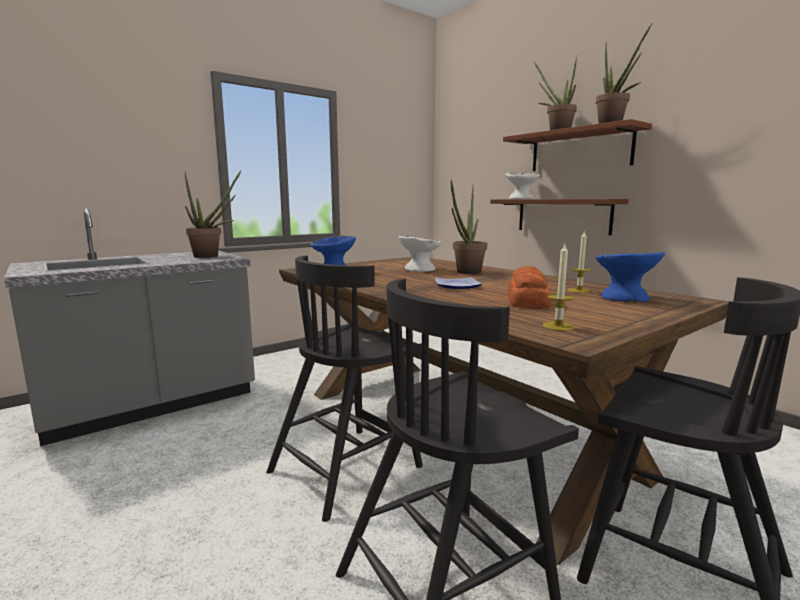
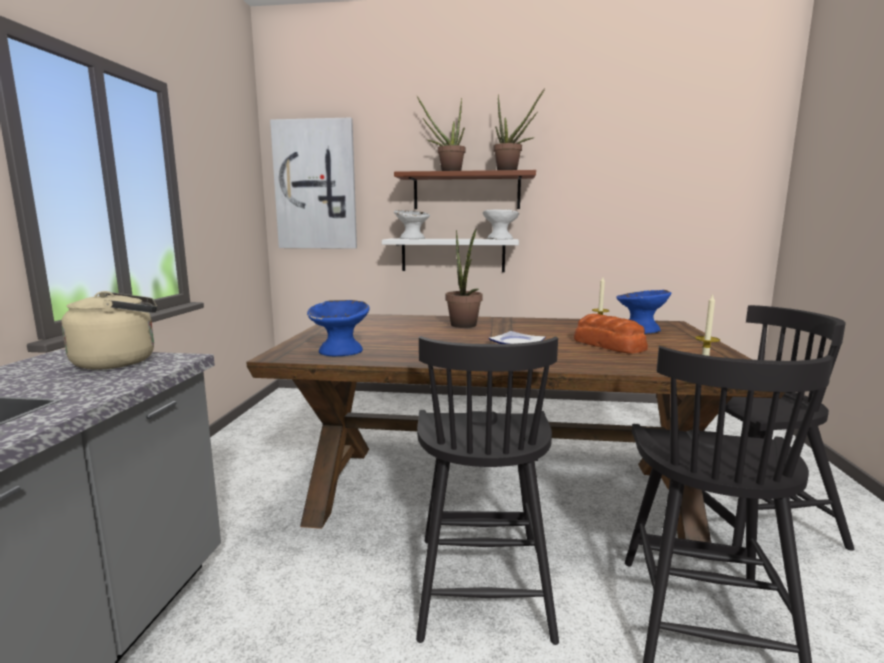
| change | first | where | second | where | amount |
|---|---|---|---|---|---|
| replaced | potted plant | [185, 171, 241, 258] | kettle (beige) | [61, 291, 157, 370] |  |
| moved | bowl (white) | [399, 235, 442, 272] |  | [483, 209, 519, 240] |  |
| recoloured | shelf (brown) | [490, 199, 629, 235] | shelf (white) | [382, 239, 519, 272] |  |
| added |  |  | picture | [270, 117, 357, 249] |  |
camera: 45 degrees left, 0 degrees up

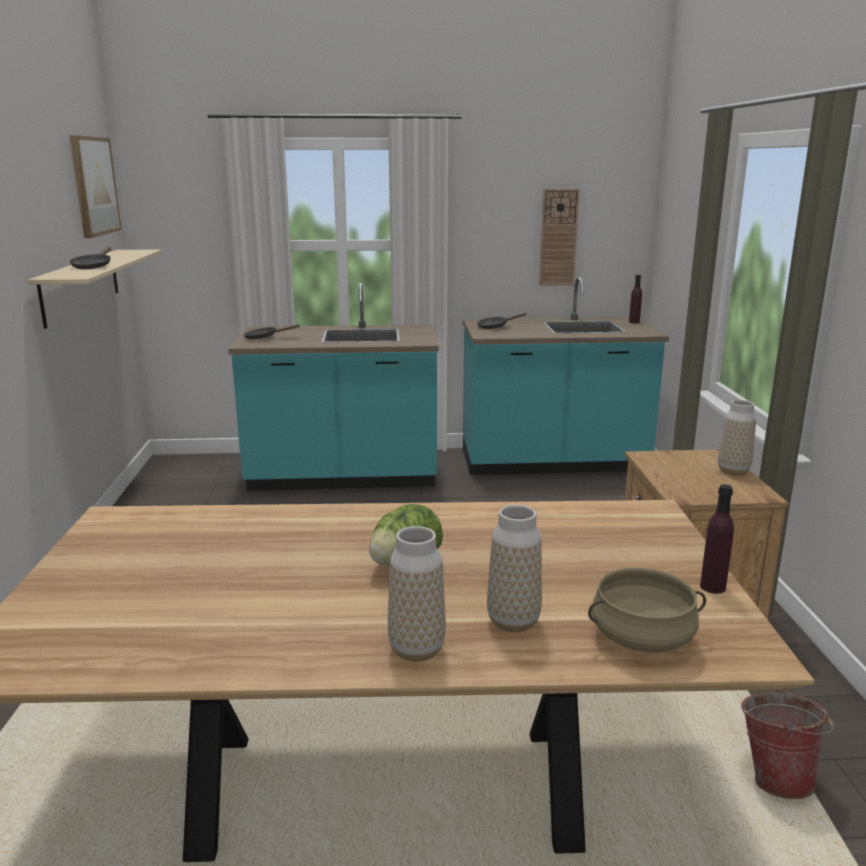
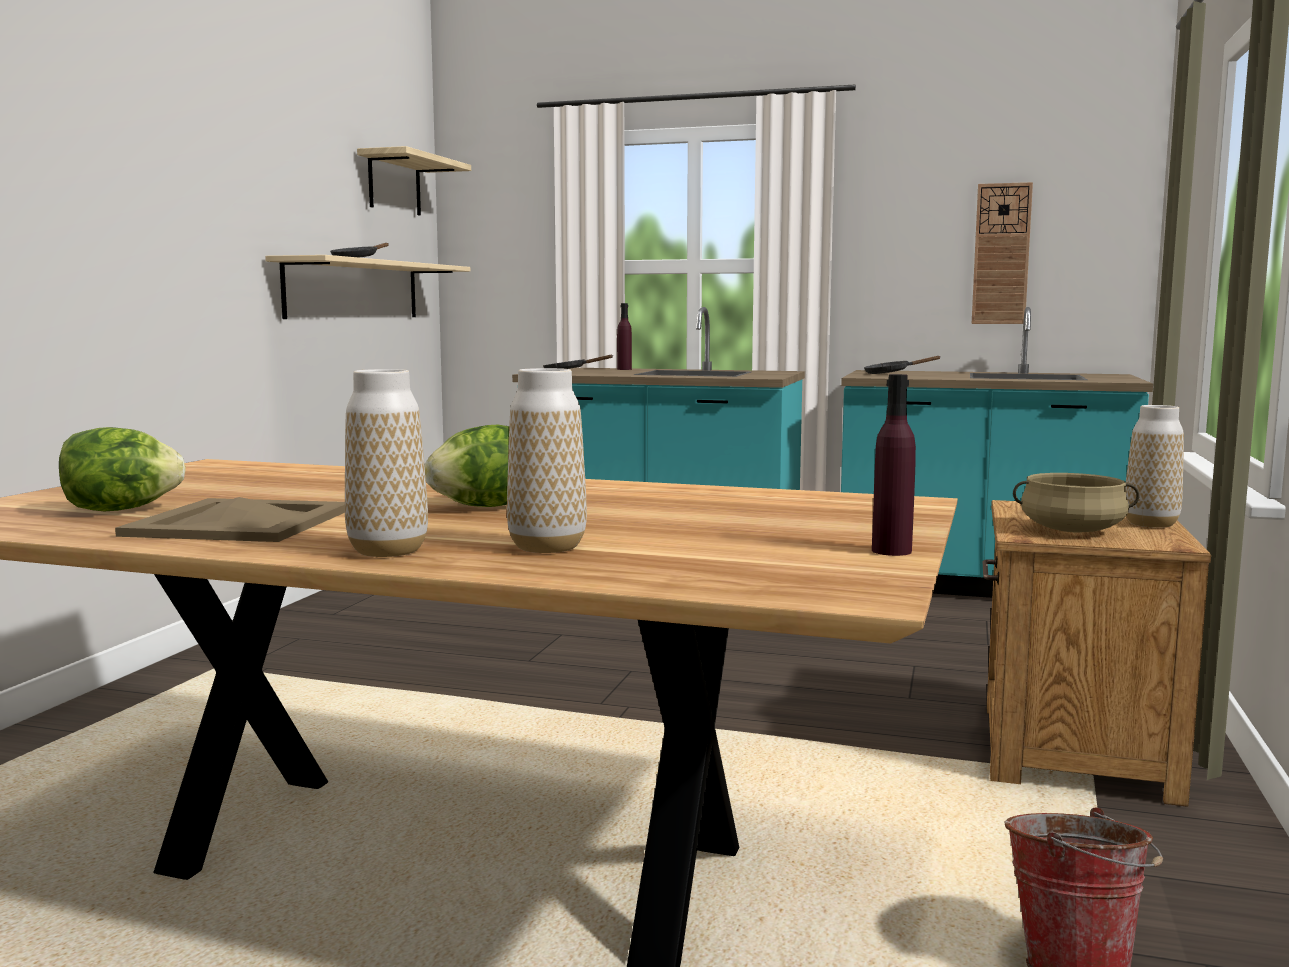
| change | first | where | second | where | amount |
|---|---|---|---|---|---|
| replaced | picture | [70, 135, 121, 238] | shelf | [357, 146, 471, 216] |  |
| moved | cooking pot (beige) | [588, 568, 706, 652] |  | [1013, 473, 1140, 533] |  |
| moved | bottle (purple) | [629, 275, 642, 323] |  | [617, 303, 632, 370] |  |
| added |  |  | lettuce | [59, 427, 186, 511] |  |
| added |  |  | tray (beige) | [115, 497, 345, 542] |  |
camera: 20 degrees right, 10 degrees down

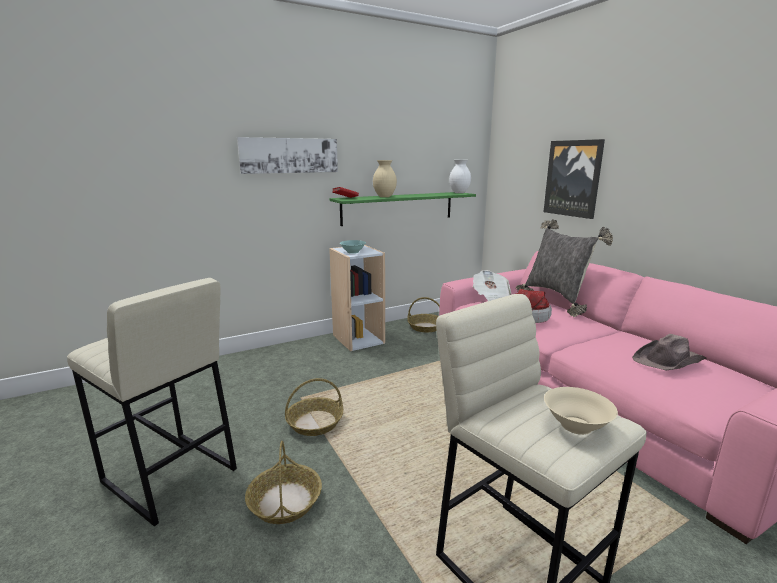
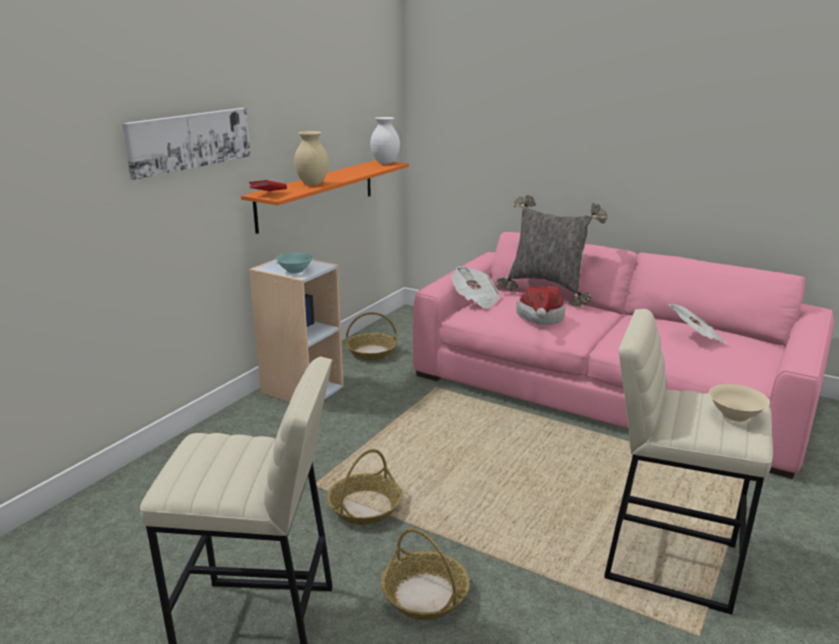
| change | first | where | second | where | amount |
|---|---|---|---|---|---|
| recoloured | shelf (green) | [330, 192, 476, 226] | shelf (orange) | [241, 160, 409, 234] |  |
| removed | picture | [543, 139, 605, 219] |  |  |  |
| replaced | hat (brown) | [632, 334, 707, 370] | newspaper | [668, 304, 727, 344] |  |
camera: 30 degrees left, 5 degrees up

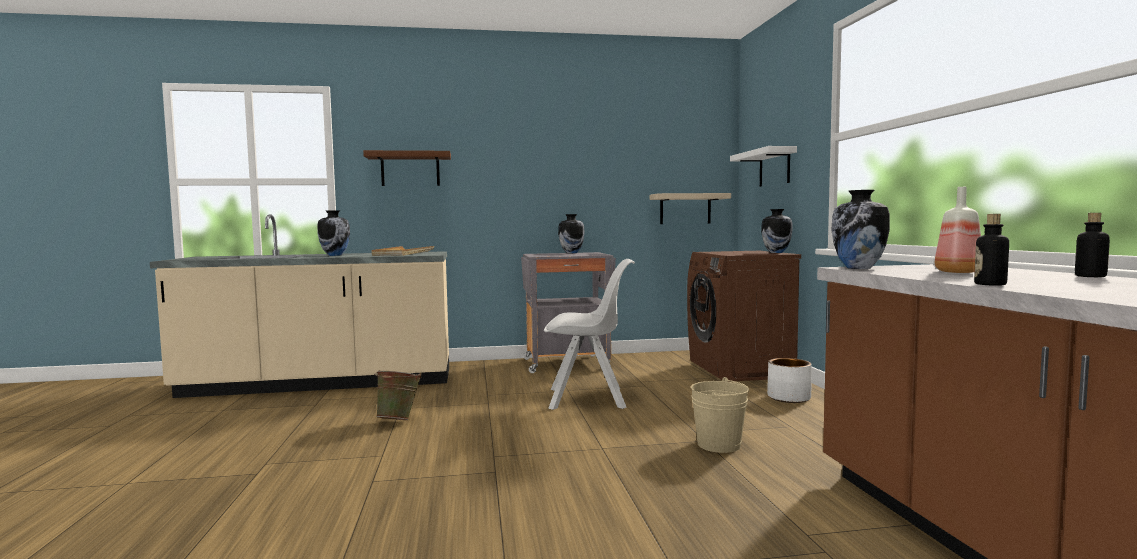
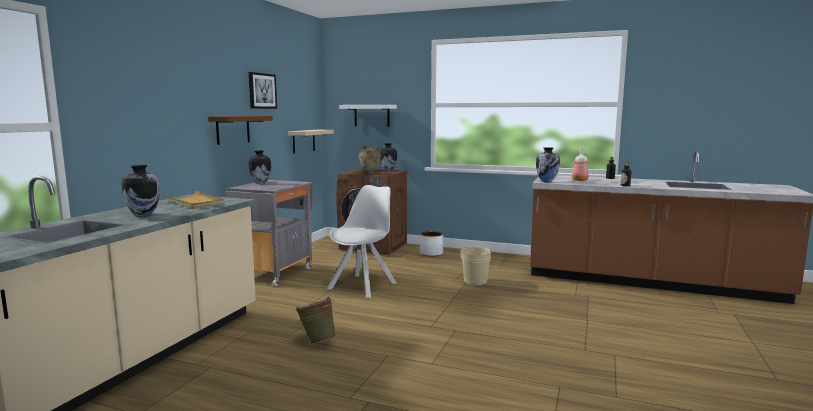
| change | first | where | second | where | amount |
|---|---|---|---|---|---|
| moved | shelf (brown) | [363, 150, 451, 186] |  | [208, 116, 273, 145] |  |
| added |  |  | picture | [249, 72, 277, 109] |  |
| added |  |  | vase (beige) | [359, 145, 381, 174] |  |
camera: 60 degrees left, 5 degrees up

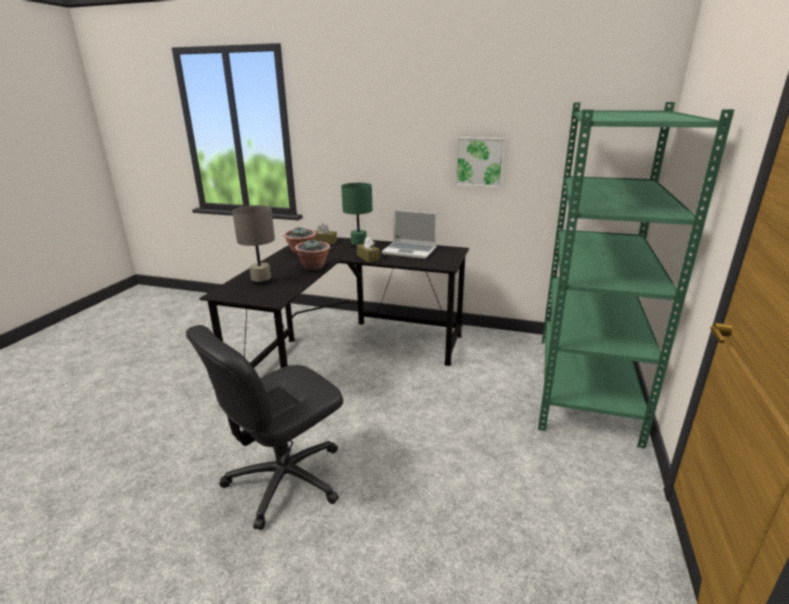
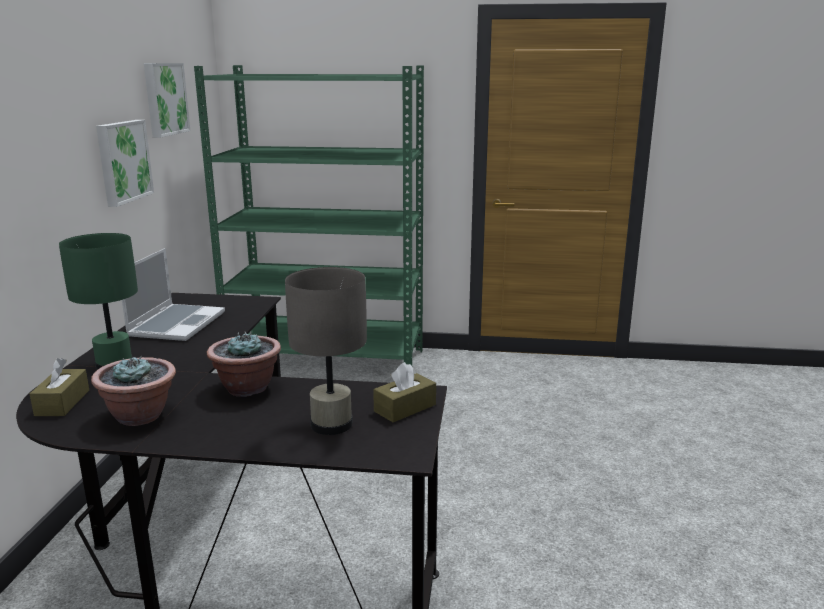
| change | first | where | second | where | amount |
|---|---|---|---|---|---|
| removed | office chair (black) | [186, 325, 343, 530] |  |  |  |
| moved | tissue box (brown) | [357, 237, 380, 262] |  | [373, 362, 436, 422] |  |
| added |  |  | picture | [144, 63, 191, 137] |  |
camera: 100 degrees left, 5 degrees down

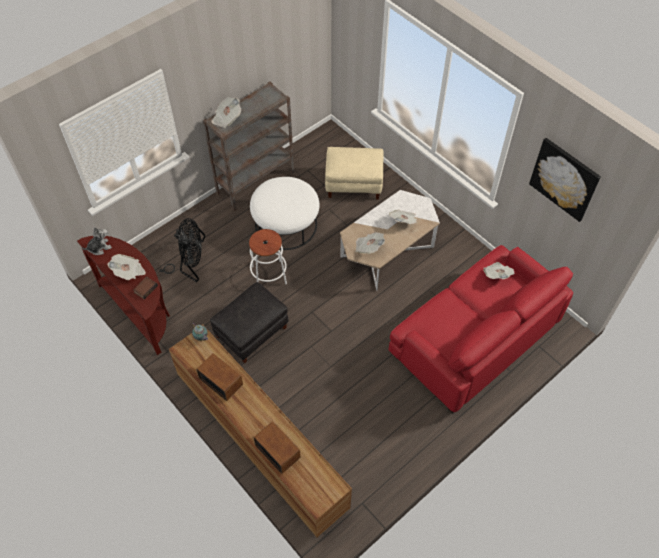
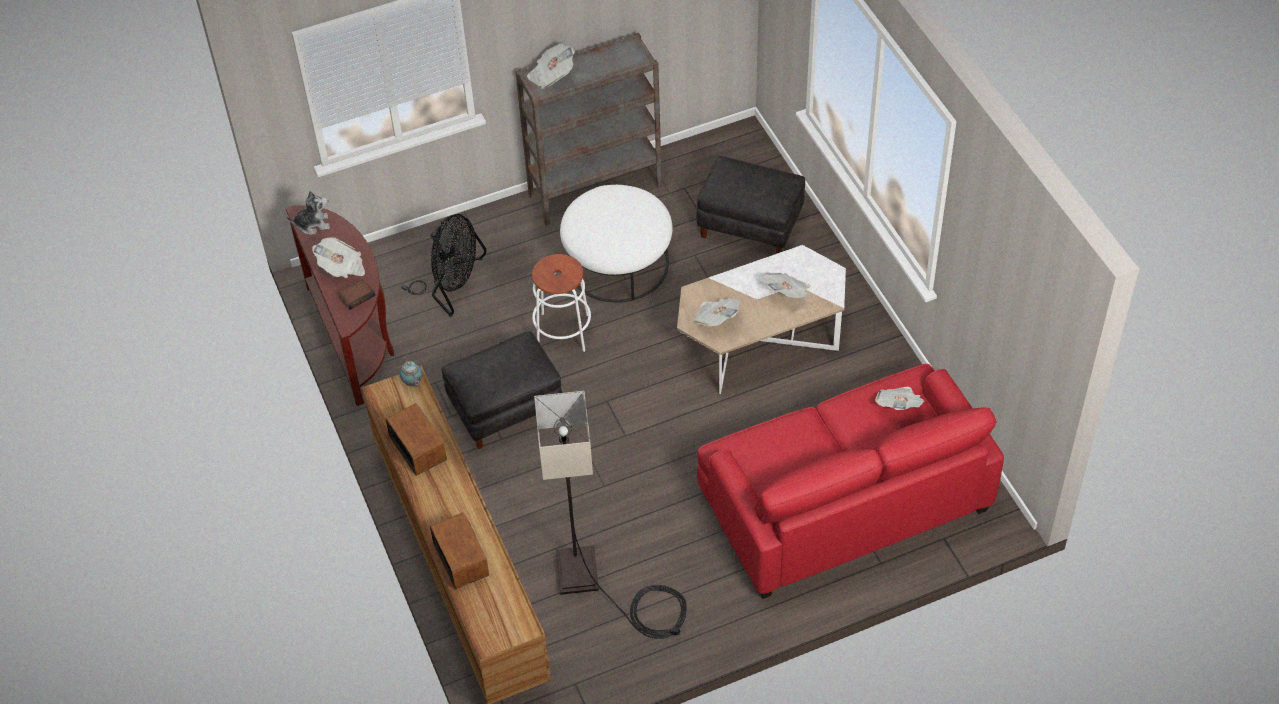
| change | first | where | second | where | amount |
|---|---|---|---|---|---|
| recoloured | ottoman (beige) | [325, 147, 384, 200] | ottoman (black) | [697, 156, 805, 254] |  |
| removed | picture | [529, 138, 601, 222] |  |  |  |
| added |  |  | floor lamp | [534, 391, 687, 639] |  |
camera: 20 degrees right, 5 degrees down

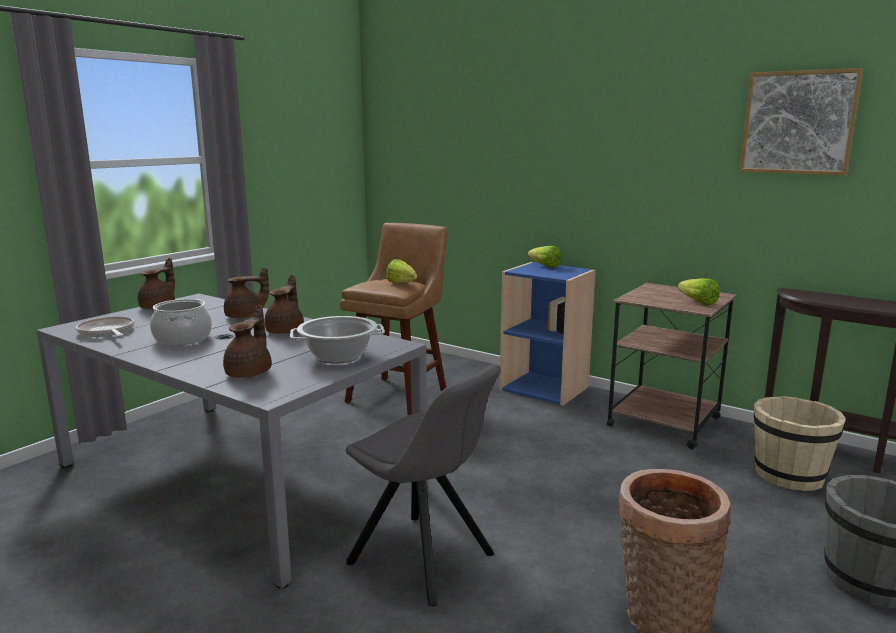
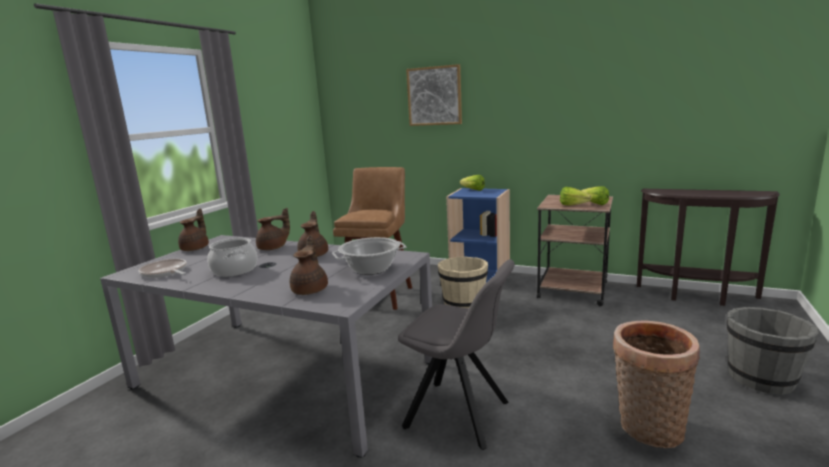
| change | first | where | second | where | amount |
|---|---|---|---|---|---|
| moved | lettuce | [386, 259, 417, 283] |  | [560, 187, 592, 205] |  |
| moved | picture | [739, 68, 863, 176] |  | [406, 64, 462, 126] |  |
| moved | bucket (beige) | [753, 396, 846, 491] |  | [438, 257, 488, 308] |  |
camera: 10 degrees left, 0 degrees up

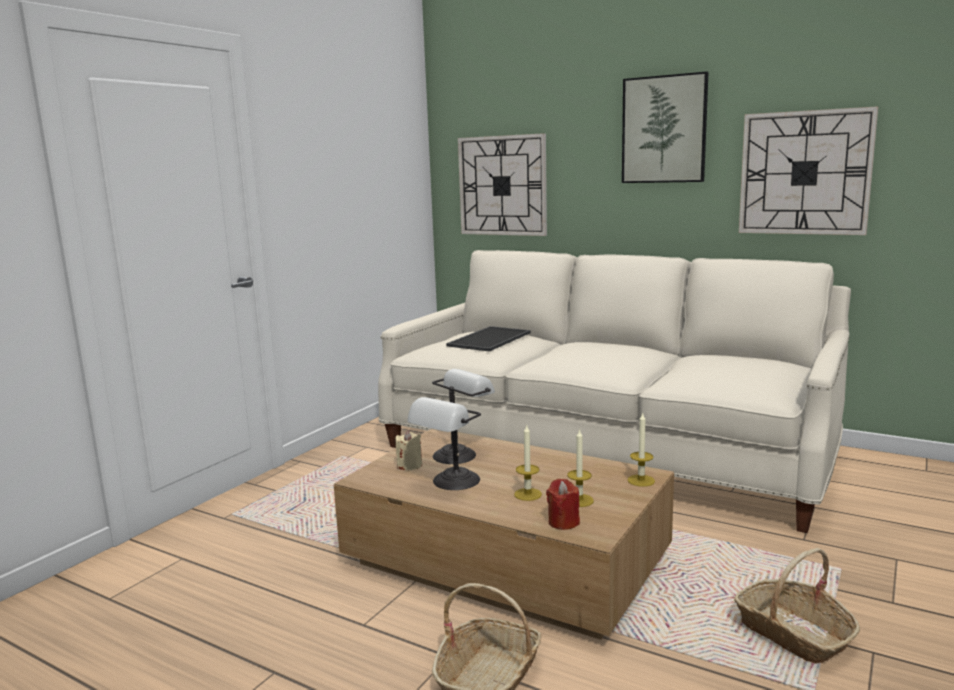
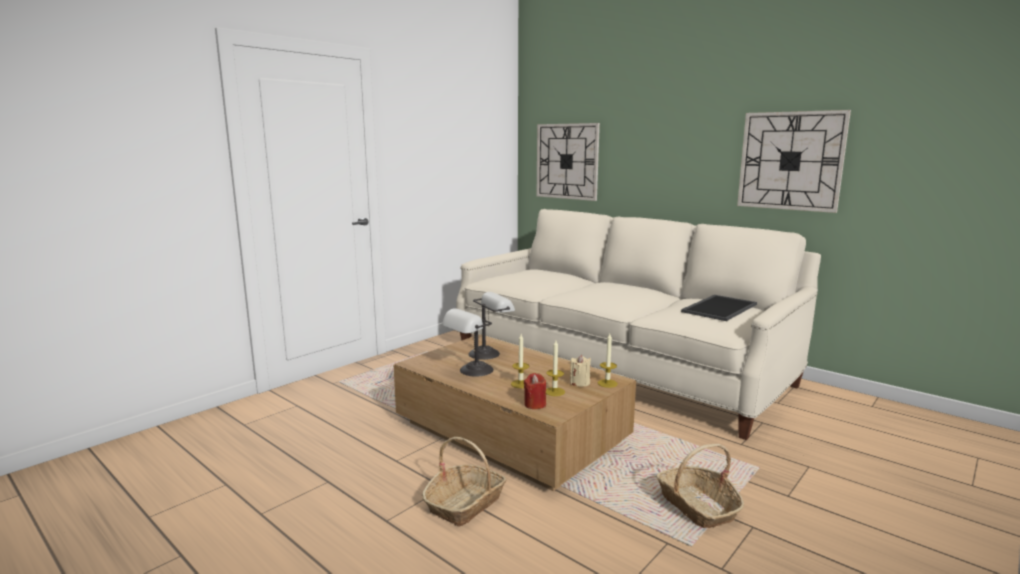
| change | first | where | second | where | amount |
|---|---|---|---|---|---|
| moved | candle (beige) | [396, 430, 422, 470] |  | [570, 355, 591, 387] |  |
| moved | tray | [446, 326, 531, 352] |  | [681, 295, 757, 321] |  |
| removed | picture | [622, 71, 709, 183] |  |  |  |
camera: 10 degrees right, 0 degrees up

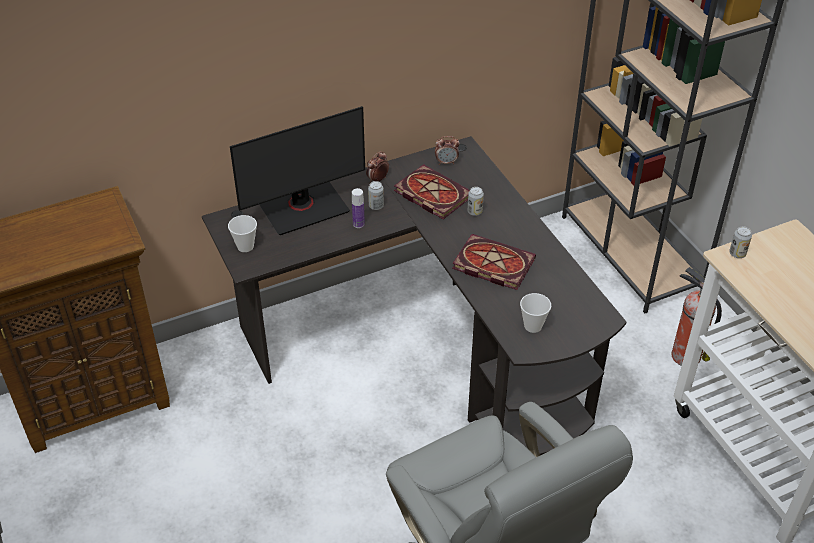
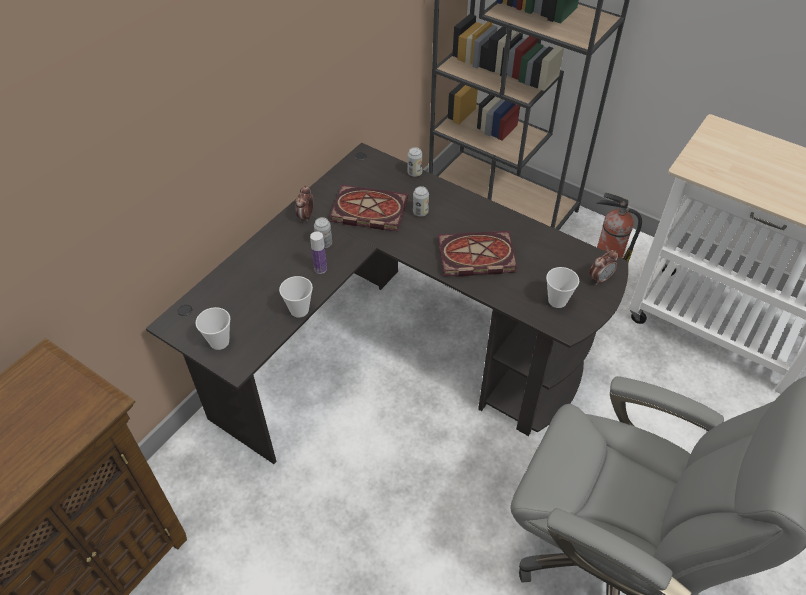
| change | first | where | second | where | amount |
|---|---|---|---|---|---|
| removed | monitor | [230, 106, 365, 235] |  |  |  |
| moved | alarm clock | [435, 136, 460, 165] |  | [589, 250, 619, 285] |  |
| moved | can | [729, 226, 752, 258] |  | [408, 147, 423, 177] |  |
| added |  |  | cup | [279, 276, 313, 318] |  |
camera: 30 degrees left, 5 degrees up

